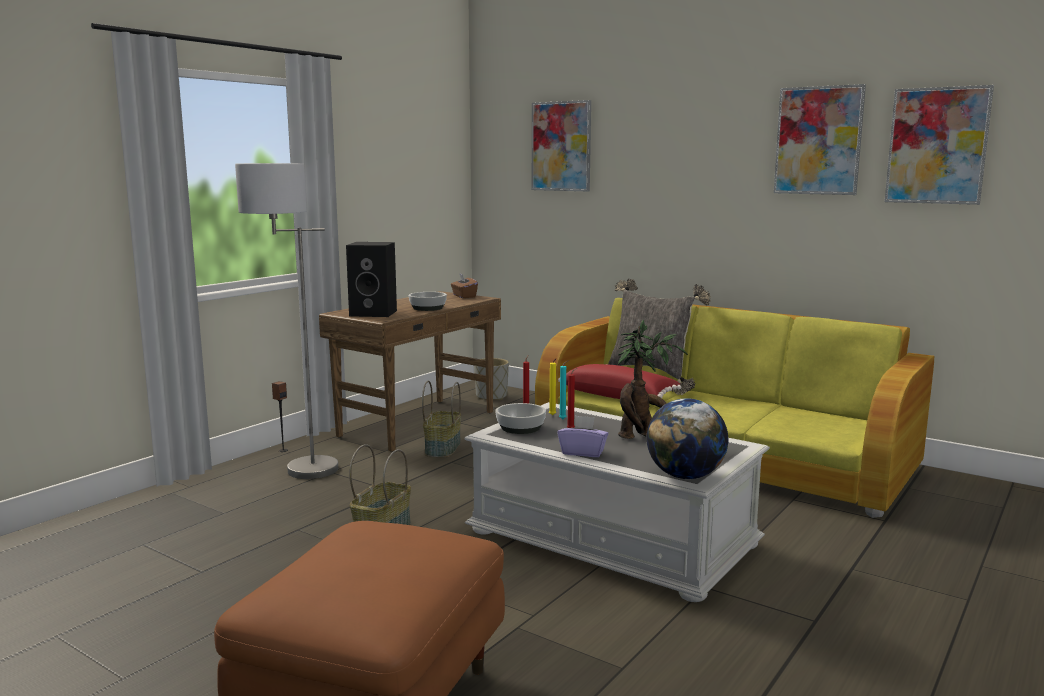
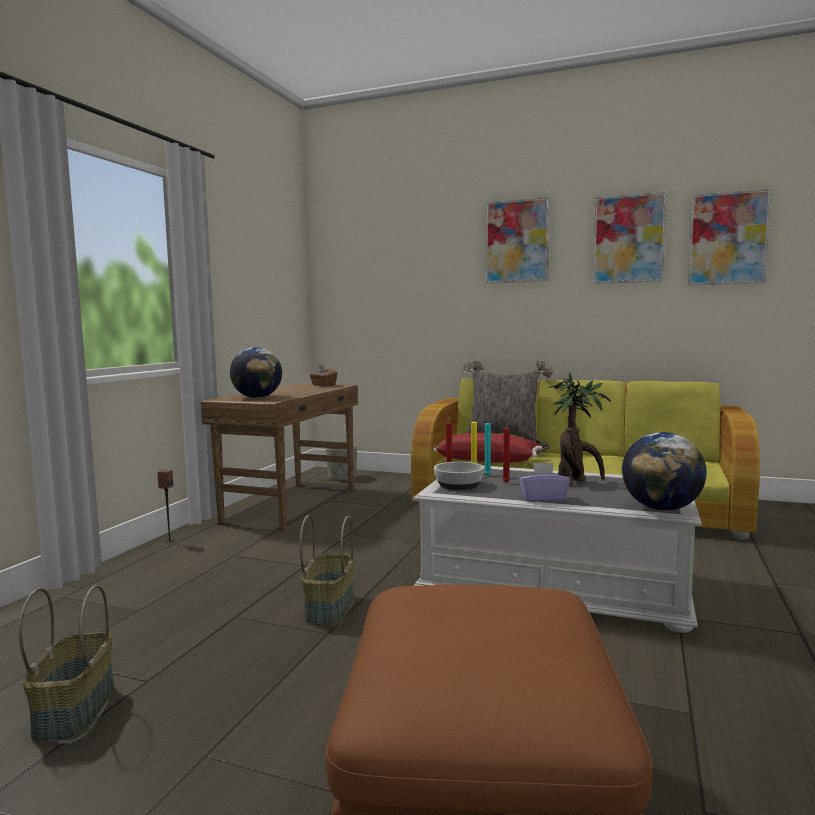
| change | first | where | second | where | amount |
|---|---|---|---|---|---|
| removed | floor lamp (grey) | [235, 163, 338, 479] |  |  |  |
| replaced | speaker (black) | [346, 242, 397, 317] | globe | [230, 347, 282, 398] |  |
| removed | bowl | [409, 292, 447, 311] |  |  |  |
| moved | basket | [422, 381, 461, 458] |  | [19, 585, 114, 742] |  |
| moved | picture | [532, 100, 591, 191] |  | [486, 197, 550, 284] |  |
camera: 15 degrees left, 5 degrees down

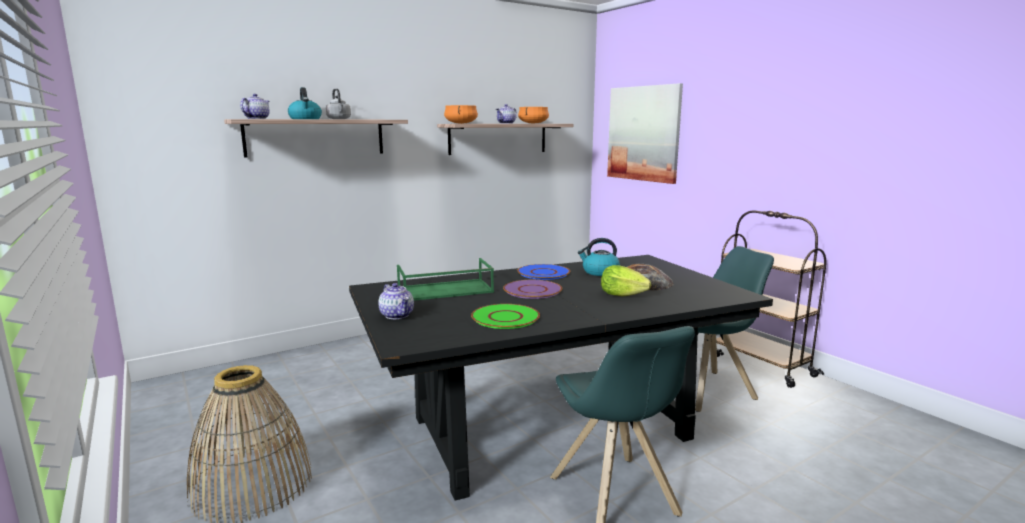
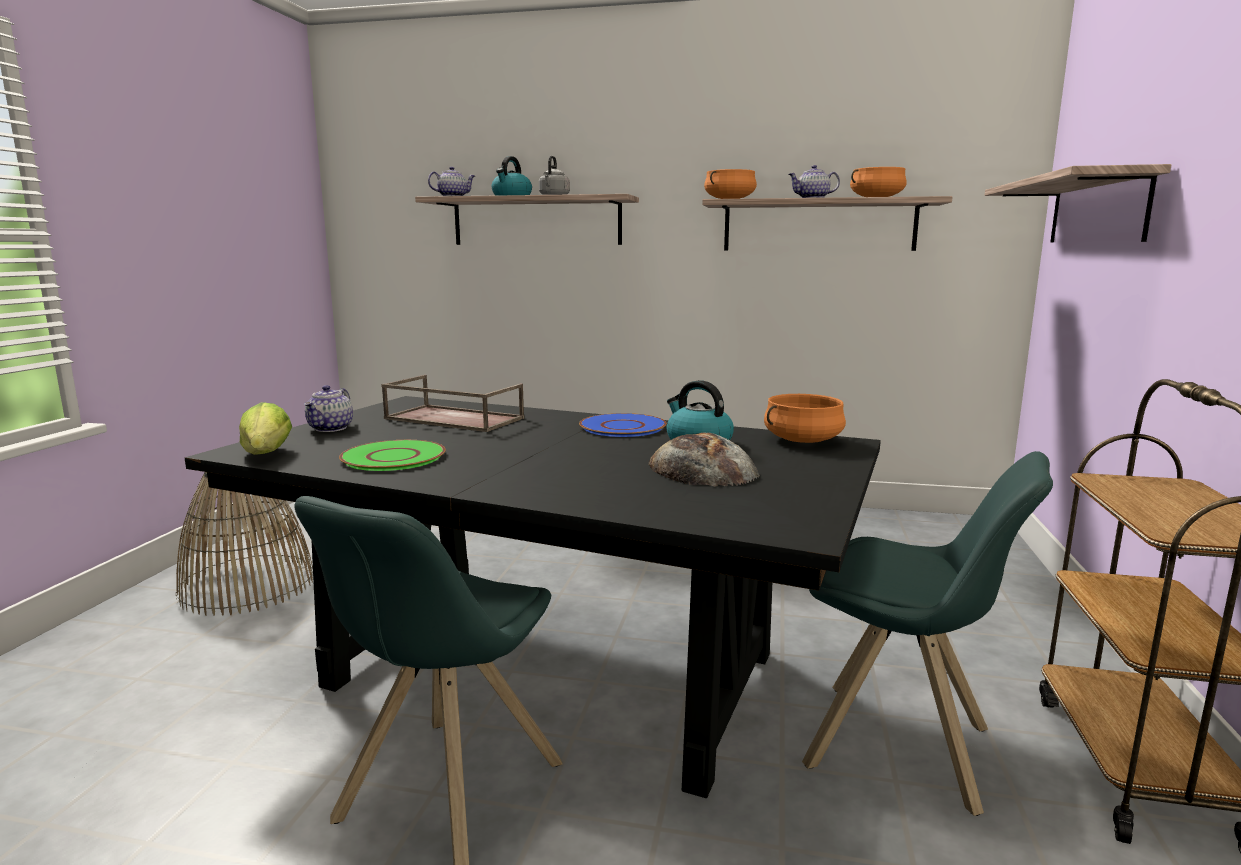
| change | first | where | second | where | amount |
|---|---|---|---|---|---|
| recoloured | tray (green) | [397, 258, 494, 301] | tray (brown) | [381, 375, 524, 432] |  |
| removed | plate (purple) | [503, 280, 562, 299] |  |  |  |
| moved | lettuce | [601, 265, 651, 297] |  | [239, 402, 292, 455] |  |
| replaced | picture | [607, 83, 683, 184] | shelf | [985, 164, 1171, 243] |  |
| added |  |  | cooking pot (orange) | [764, 394, 846, 443] |  |
camera: 45 degrees right, 0 degrees up

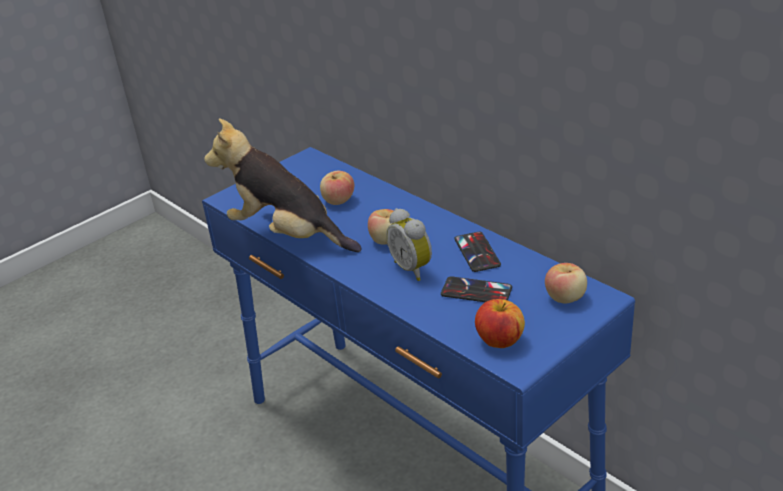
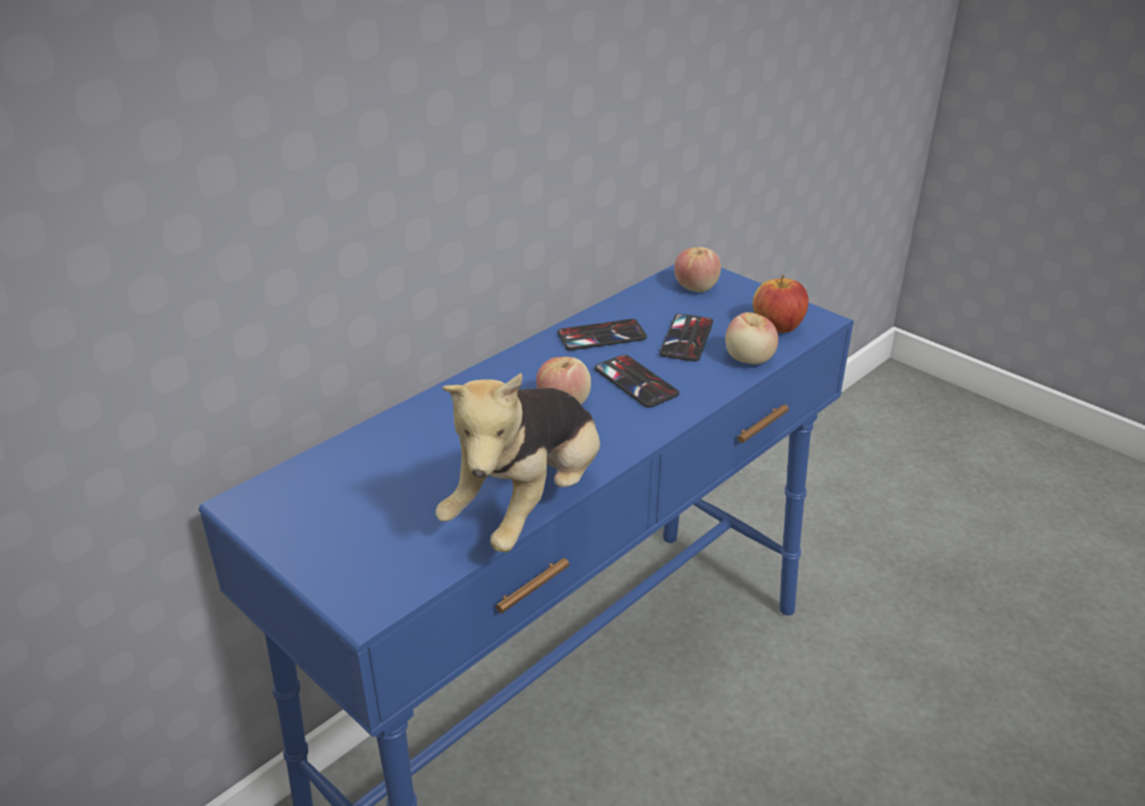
| change | first | where | second | where | amount |
|---|---|---|---|---|---|
| moved | apple | [320, 171, 354, 205] |  | [725, 312, 778, 364] |  |
| replaced | alarm clock | [386, 208, 432, 281] | phone | [594, 354, 679, 408] |  |
camera: 95 degrees left, 0 degrees up

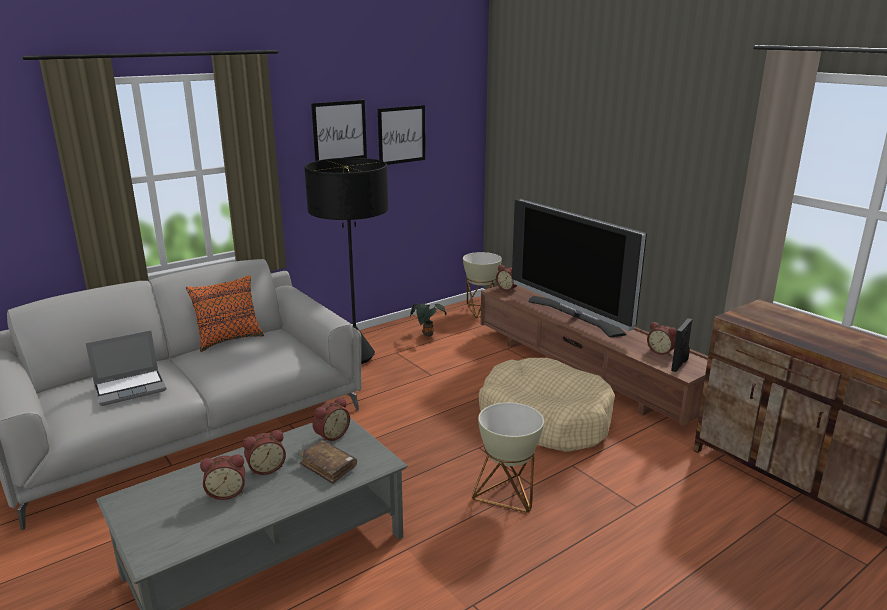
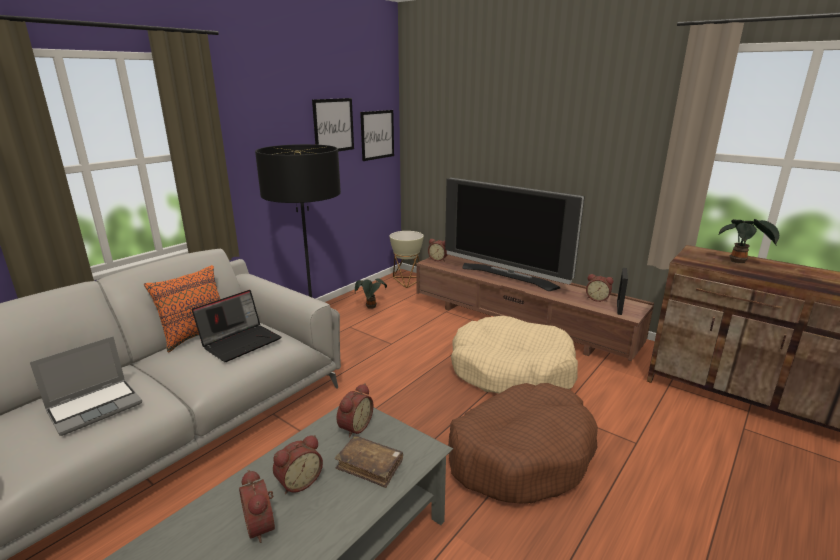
| change | first | where | second | where | amount |
|---|---|---|---|---|---|
| turned | alarm clock | [200, 454, 245, 500] |  | [239, 470, 275, 543] | 90 degrees clockwise |
| moved | picture | [311, 100, 367, 161] |  | [360, 110, 394, 161] |  |
| replaced | planter | [472, 402, 544, 512] | dog bed (brown) | [448, 383, 598, 504] |  |
| added |  |  | laptop | [192, 290, 281, 362] |  |
| added |  |  | potted plant | [718, 219, 779, 264] |  |
camera: 15 degrees left, 0 degrees up

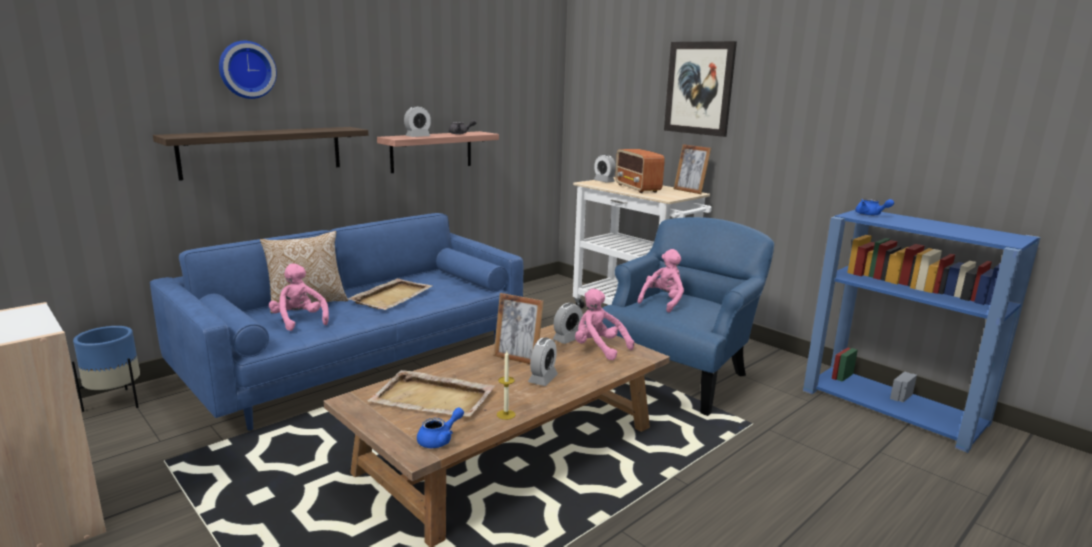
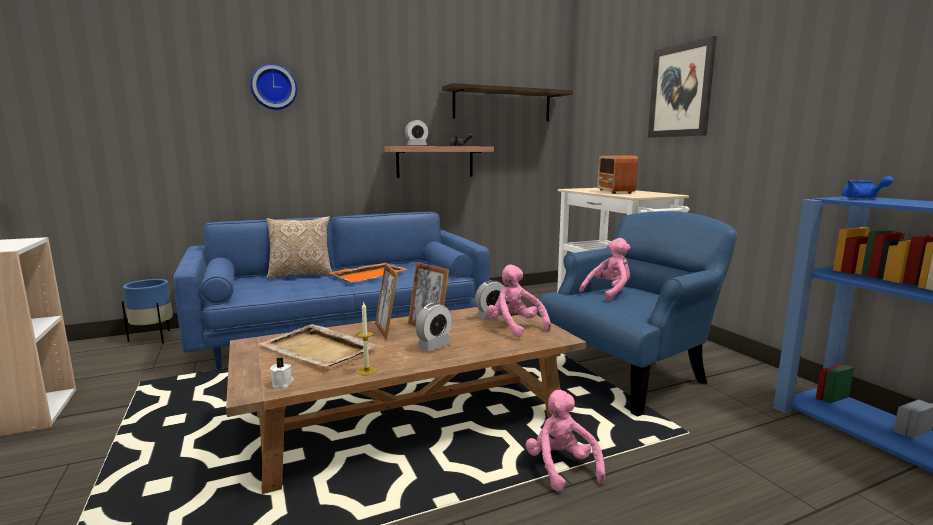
| change | first | where | second | where | amount |
|---|---|---|---|---|---|
| moved | shelf | [153, 127, 368, 181] |  | [442, 83, 573, 121] |  |
| moved | plush toy (pink) | [269, 264, 329, 331] |  | [526, 390, 605, 492] |  |
| recoloured | tray (beige) | [348, 278, 432, 310] | tray (orange) | [330, 263, 406, 282] |  |
| replaced | teapot (blue) | [417, 407, 464, 448] | candle (white) | [270, 357, 294, 388] |  |
| removed | alarm clock | [594, 154, 616, 183] |  |  |  |
| moved | picture frame | [674, 144, 711, 194] |  | [375, 263, 398, 339] |  |
camera: 20 degrees right, 5 degrees down

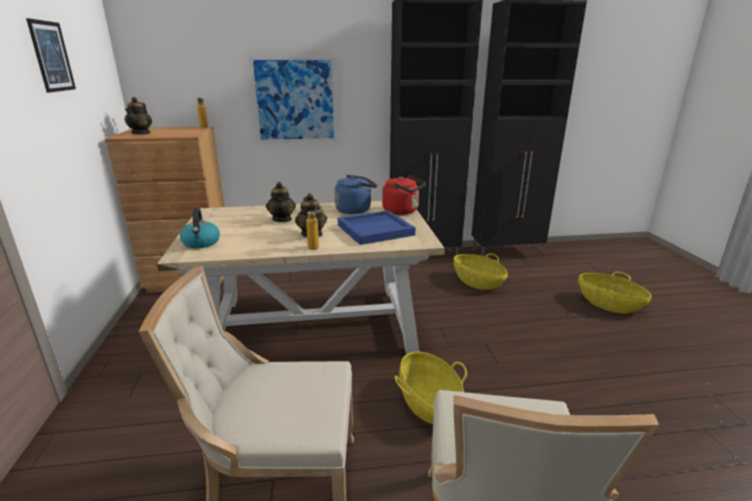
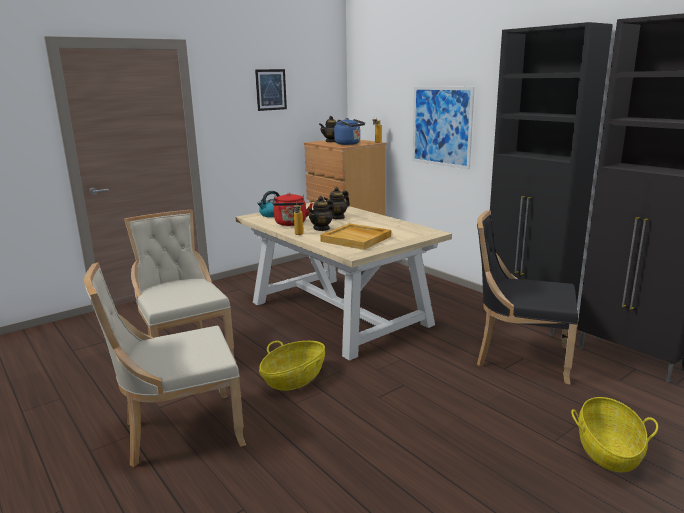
| change | first | where | second | where | amount |
|---|---|---|---|---|---|
| moved | kettle (blue) | [334, 175, 377, 214] |  | [334, 118, 365, 145] |  |
| recoloured | tray (blue) | [338, 210, 416, 245] | tray (beige) | [320, 223, 391, 250] |  |
| moved | kettle (red) | [382, 175, 426, 215] |  | [272, 193, 313, 226] |  |
| replaced | basket | [453, 253, 507, 290] | chair (black) | [477, 210, 578, 385] |  |
camera: 60 degrees right, 5 degrees down

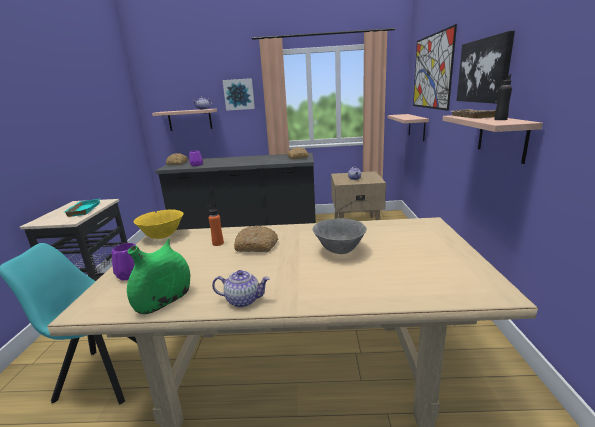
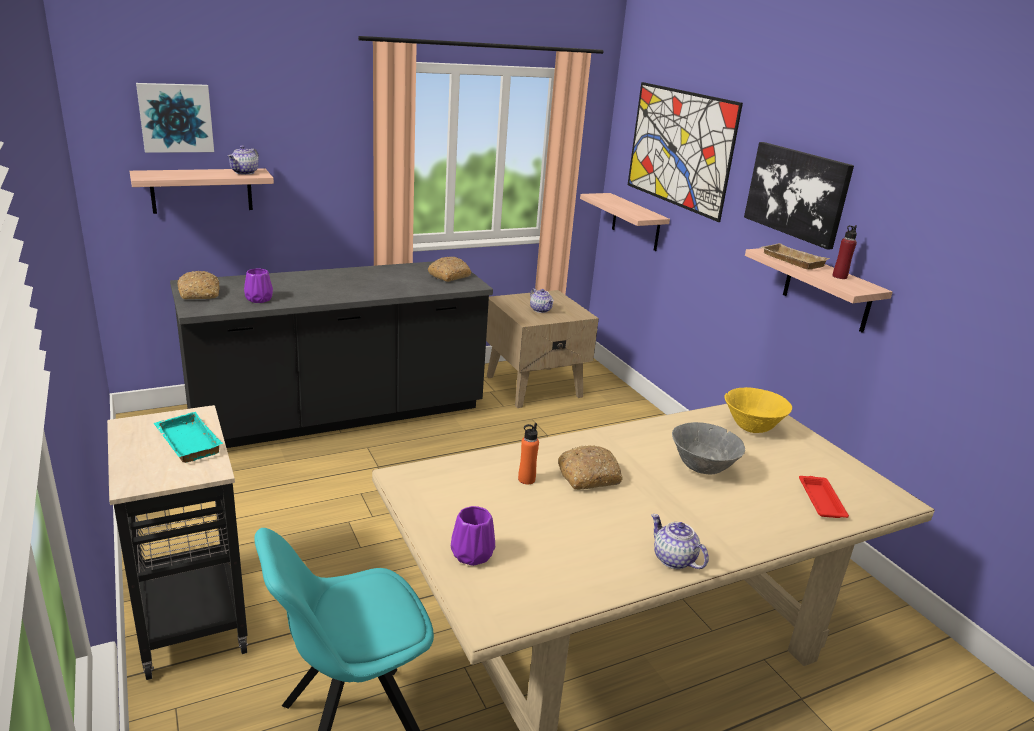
| change | first | where | second | where | amount |
|---|---|---|---|---|---|
| removed | vase (green) | [127, 239, 190, 314] |  |  |  |
| moved | bowl (yellow) | [134, 210, 183, 239] |  | [724, 387, 792, 433] |  |
| turned | teapot | [212, 270, 270, 308] |  | [651, 514, 709, 569] | 105 degrees counterclockwise |
| moved | picture | [222, 78, 255, 111] |  | [136, 83, 214, 153] |  |
| recoloured | bottle (black) | [494, 74, 512, 120] | bottle (red) | [832, 225, 857, 279] |  |
| added |  |  | tray (red) | [799, 476, 849, 518] |  |
camera: 30 degrees left, 5 degrees up

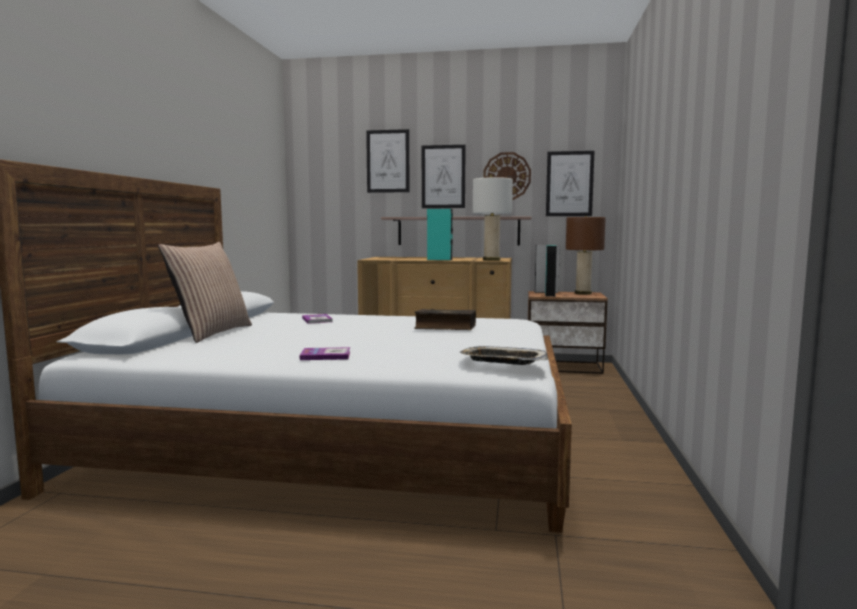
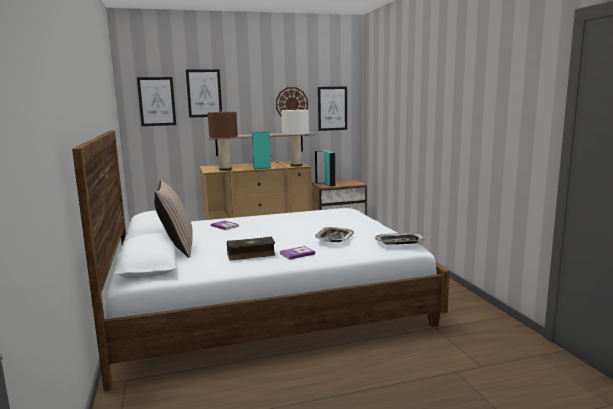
| change | first | where | second | where | amount |
|---|---|---|---|---|---|
| moved | book | [414, 309, 476, 330] |  | [227, 237, 275, 260] |  |
| moved | picture | [422, 145, 466, 208] |  | [137, 77, 176, 126] |  |
| moved | table lamp (brown) | [566, 216, 606, 295] |  | [208, 111, 238, 171] |  |
| added |  |  | tray | [315, 227, 354, 242] |  |
camera: 25 degrees left, 5 degrees up

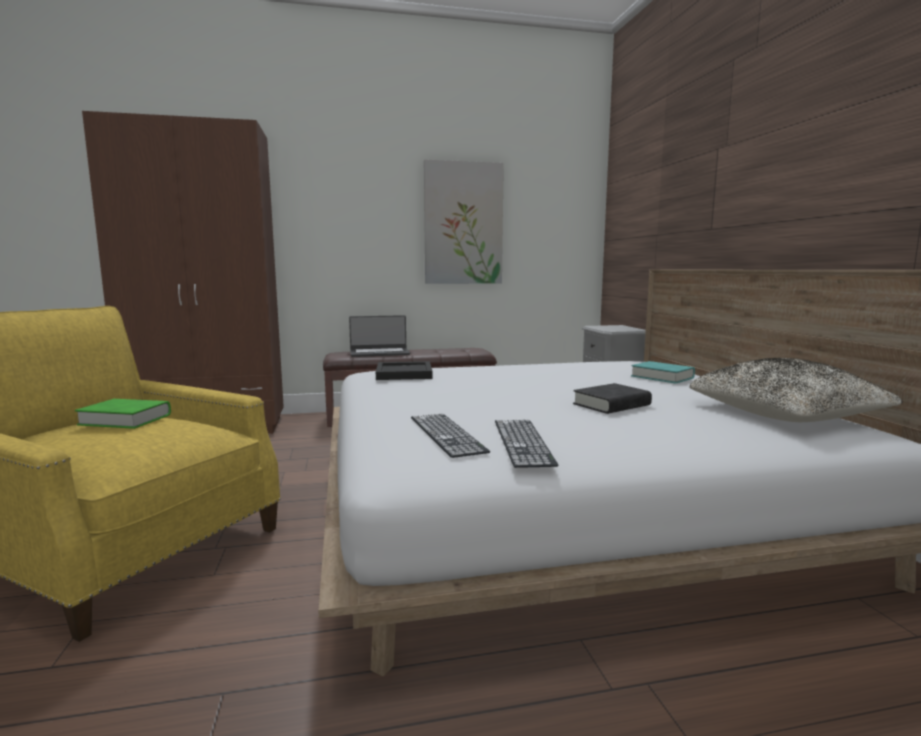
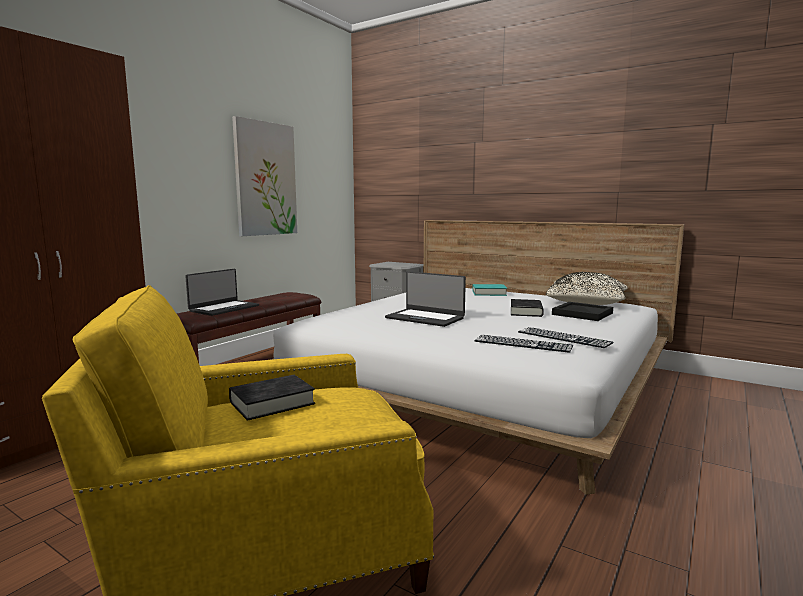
| change | first | where | second | where | amount |
|---|---|---|---|---|---|
| recoloured | book (green) | [75, 399, 171, 429] | book (black) | [229, 375, 315, 421] |  |
| moved | tray (black) | [376, 361, 433, 380] |  | [552, 302, 613, 321] |  |
| added |  |  | laptop | [385, 271, 466, 327] |  |
camera: 45 degrees left, 0 degrees up

